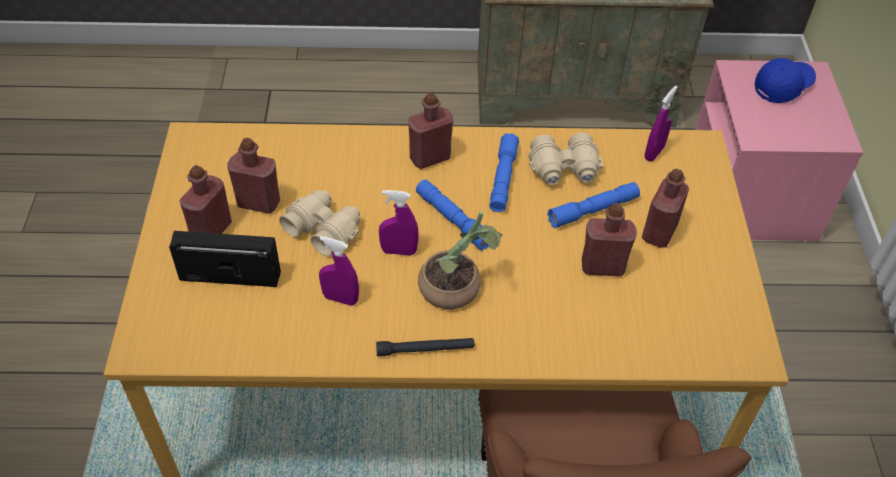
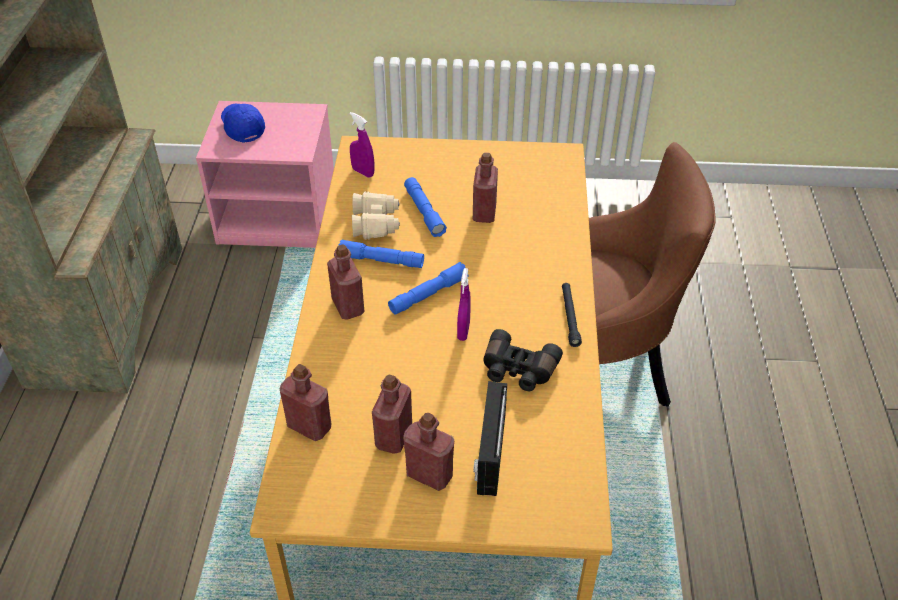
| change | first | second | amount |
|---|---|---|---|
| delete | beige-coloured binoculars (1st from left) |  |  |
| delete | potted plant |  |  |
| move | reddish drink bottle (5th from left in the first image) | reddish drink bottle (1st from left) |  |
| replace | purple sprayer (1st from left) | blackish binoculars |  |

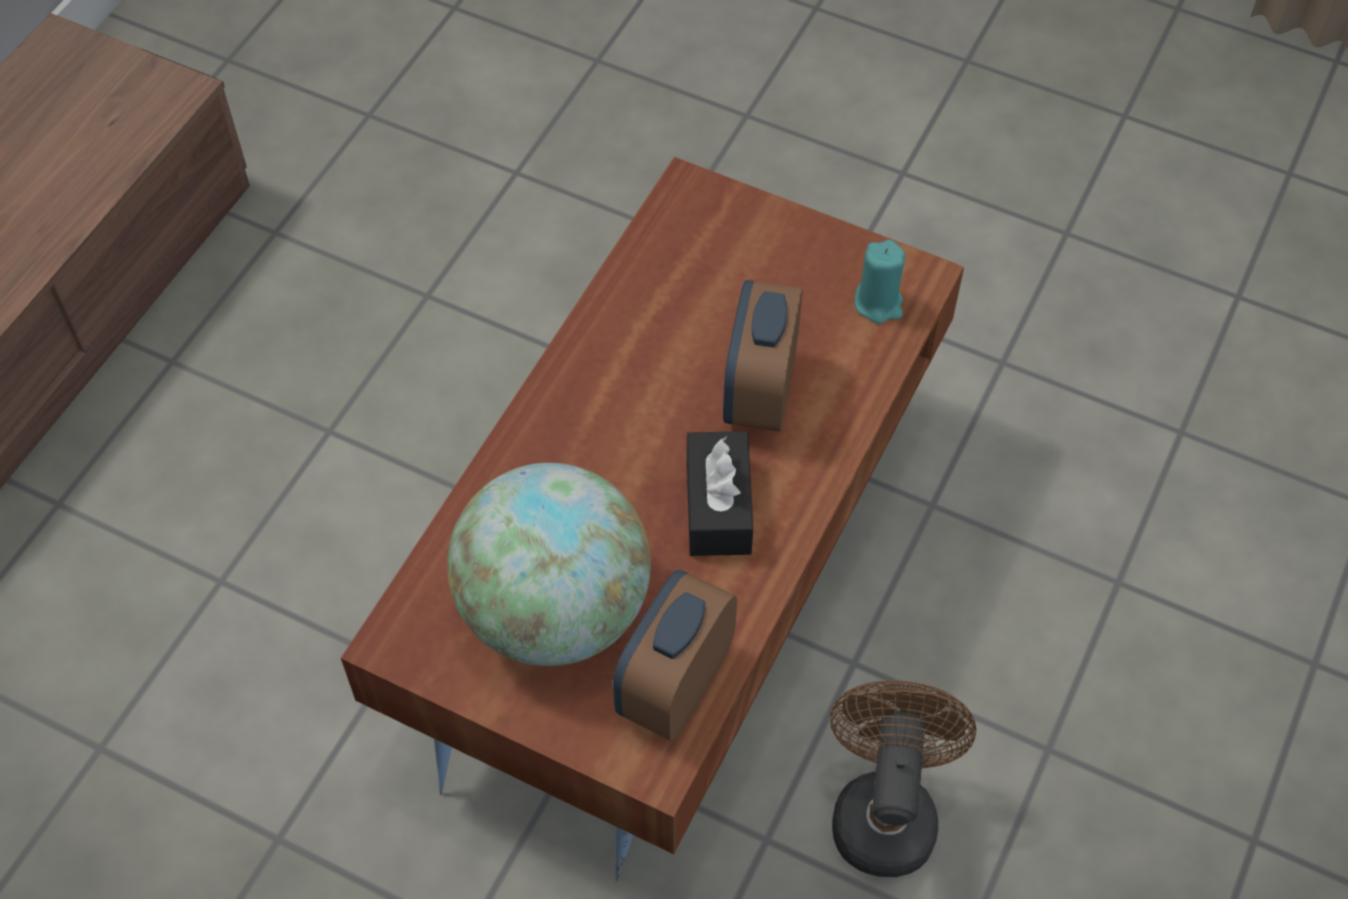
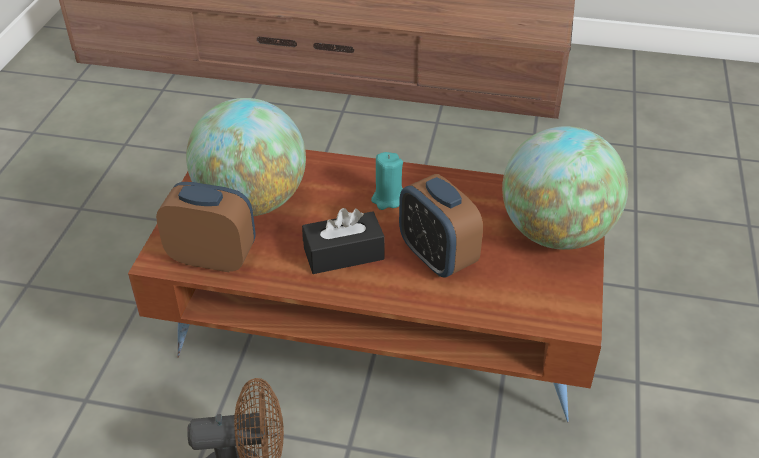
| change | first | second | amount |
|---|---|---|---|
| insert |  | globe (2nd from left) |  |
| move | turquoise wax light |  |  |
| rotate | table clock (2nd from left) |  | 120 degrees counterclockwise |

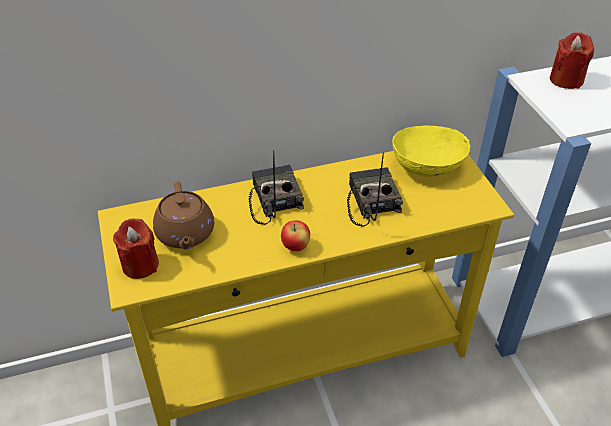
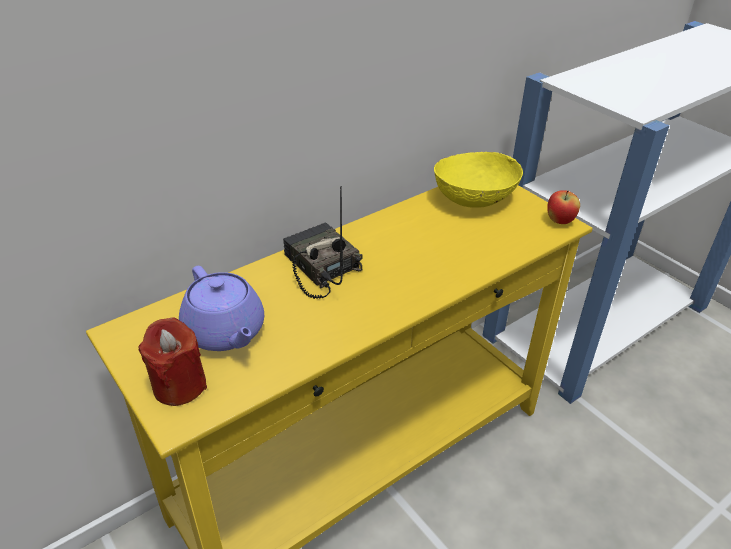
| change | first | second | amount |
|---|---|---|---|
| delete | radio set (2nd from left) |  |  |
| delete | reddish wax light (2nd from left) |  |  |
| move | whole apple |  |  |
| recolor | brown tea pot | purple tea pot |  |

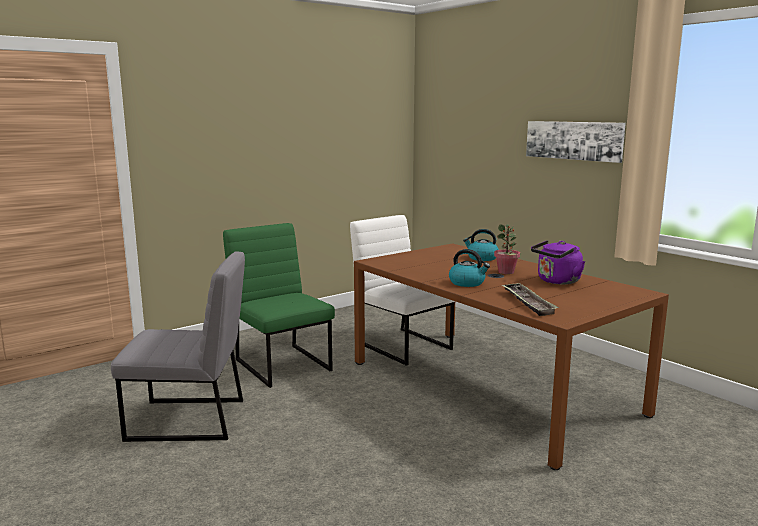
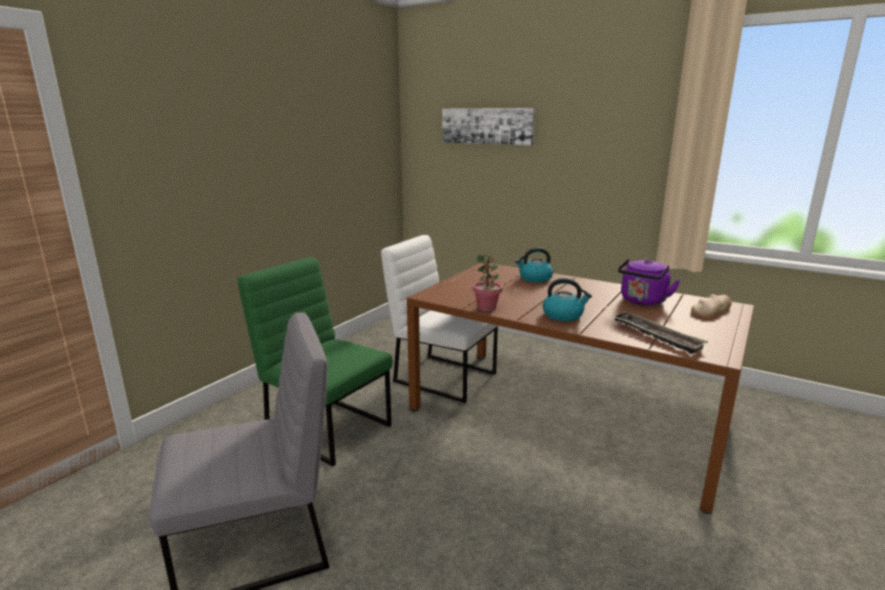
| change | first | second | amount |
|---|---|---|---|
| insert |  | baked bread |  |
| move | potted plant |  |  |
| move | picture |  |  |

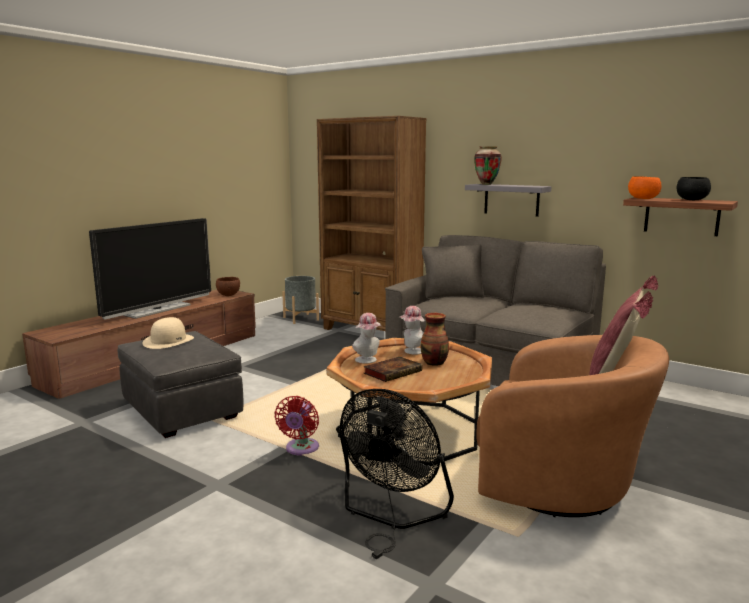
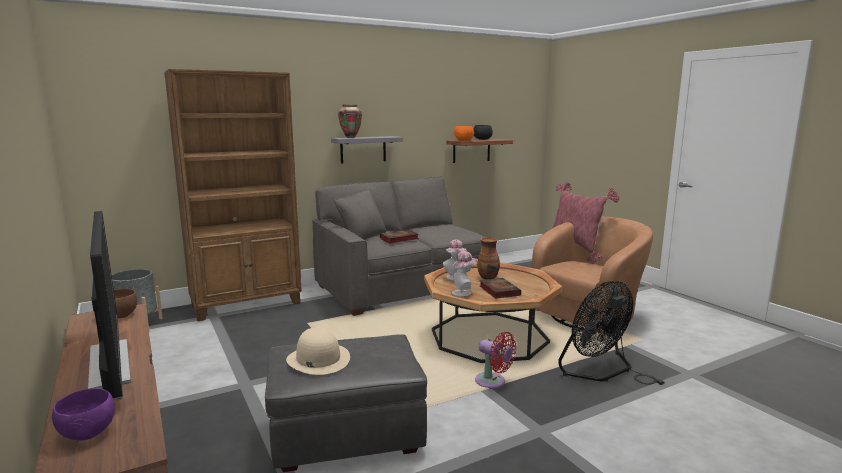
| change | first | second | amount |
|---|---|---|---|
| insert |  | purple bowl |  |
| insert |  | bound book (1st from left) |  |

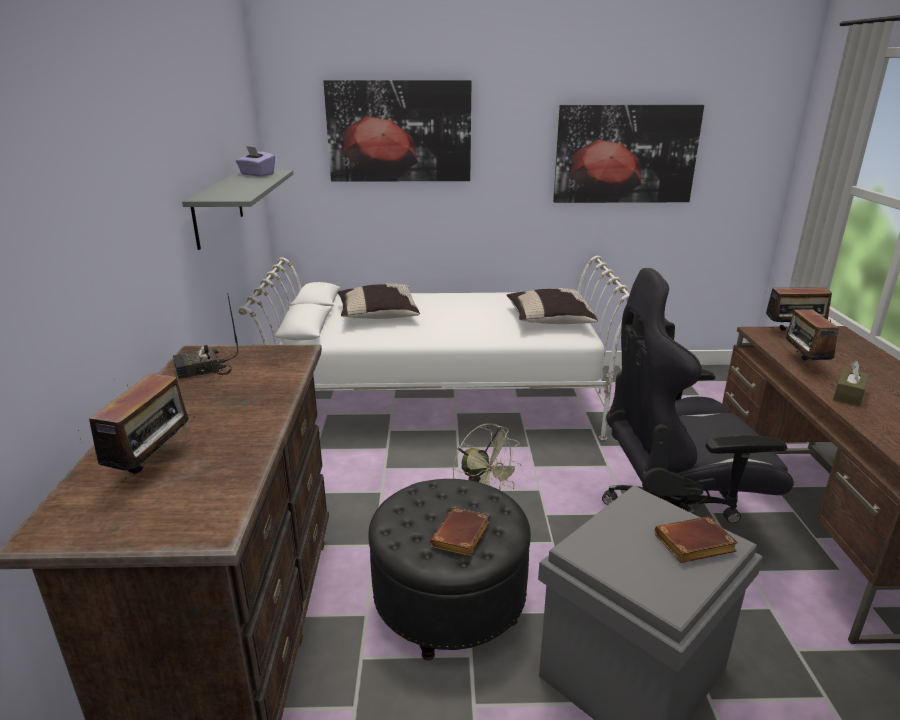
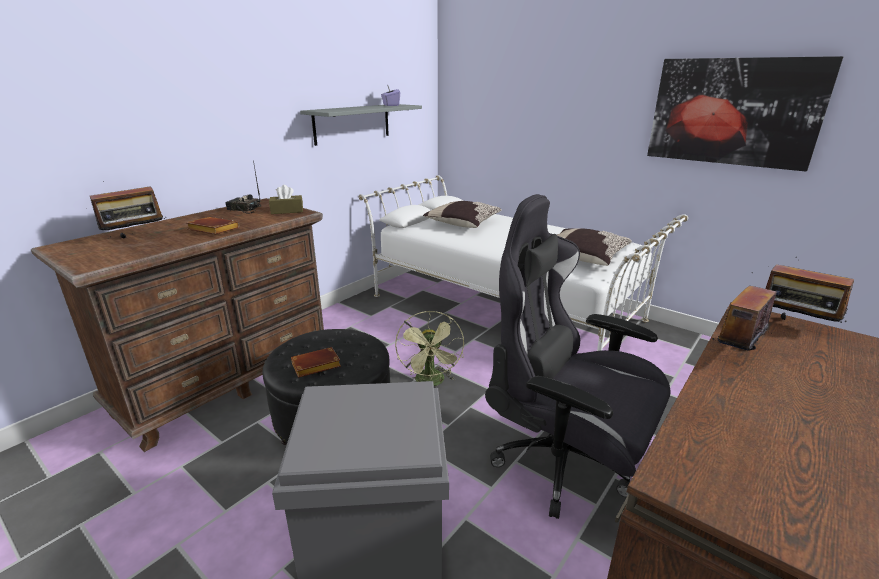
| change | first | second | amount |
|---|---|---|---|
| delete | picture (1st from left) |  |  |
| move | brown bound book (2nd from left in the first image) | brown bound book (1st from left) |  |
| move | brown tissue holder |  |  |

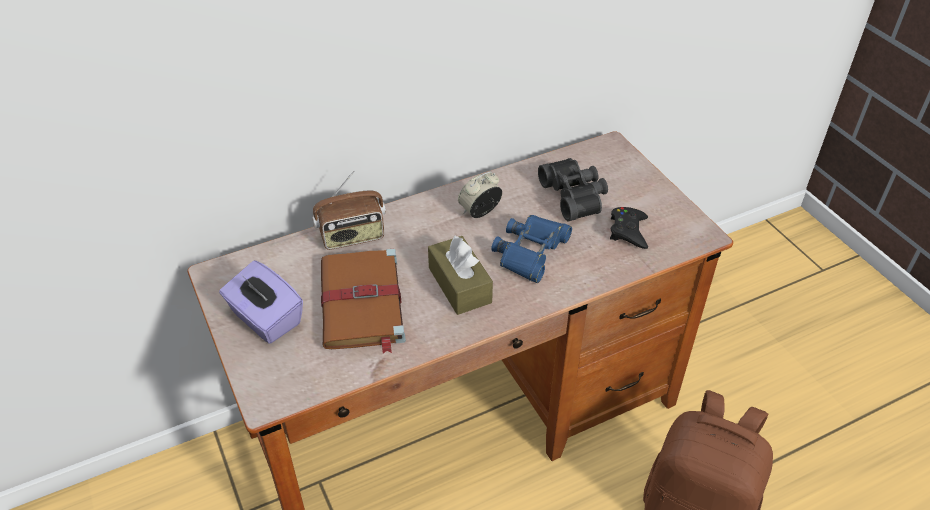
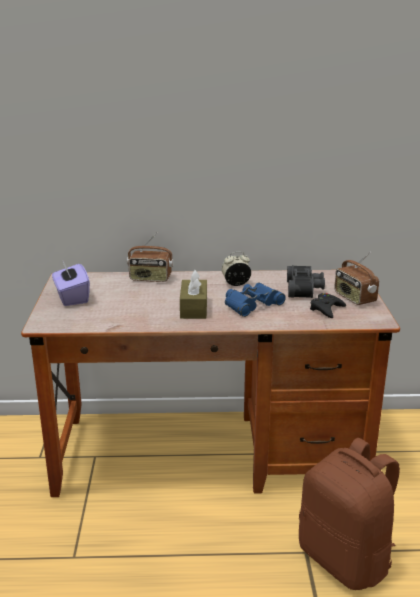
| change | first | second | amount |
|---|---|---|---|
| delete | brown bound book |  |  |
| insert |  | radio set (2nd from left) |  |

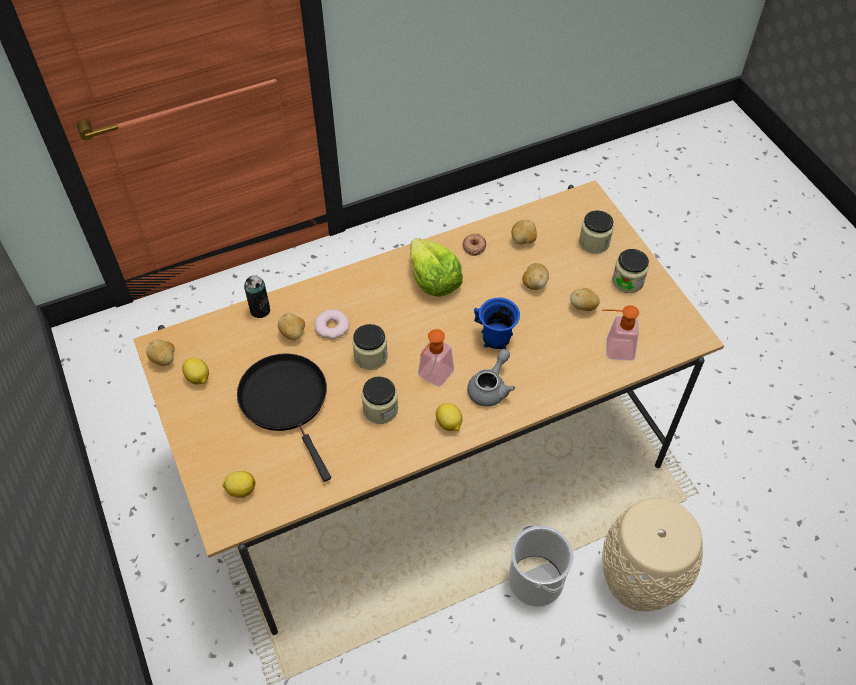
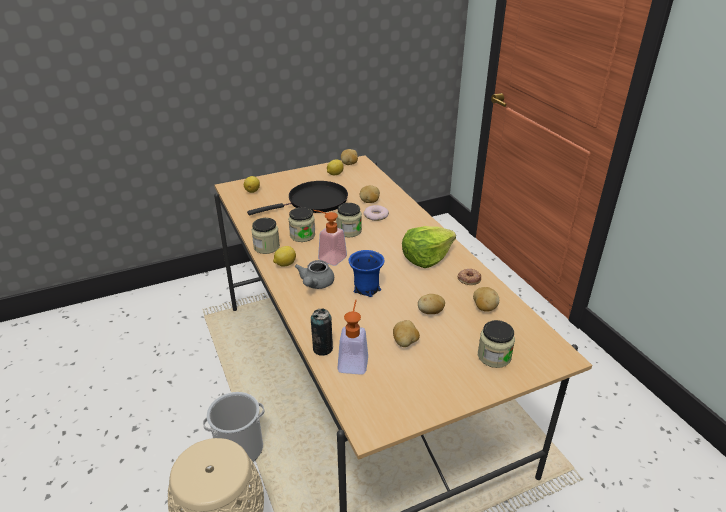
| change | first | second | amount |
|---|---|---|---|
| move | metal can |  |  |
| move | jar (4th from left in the first image) | jar (1st from left) |  |
| rotate | greyish tea pot |  | 75 degrees clockwise |

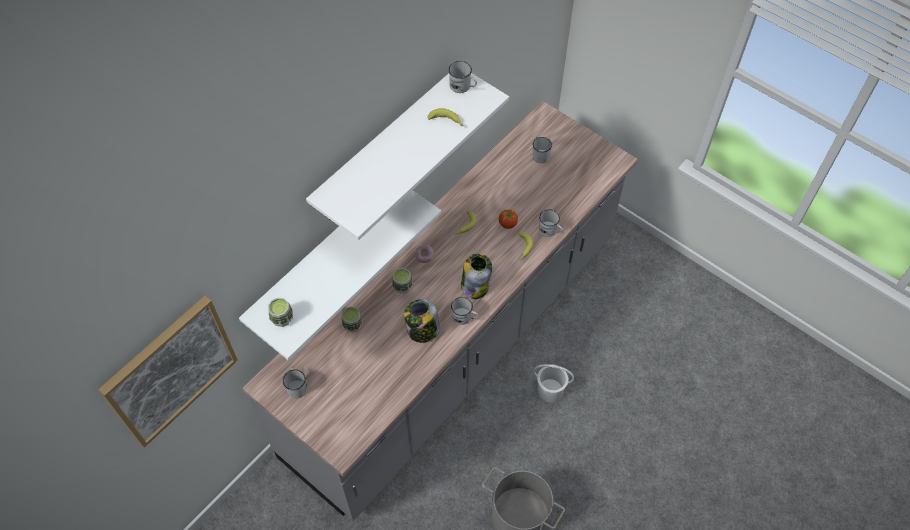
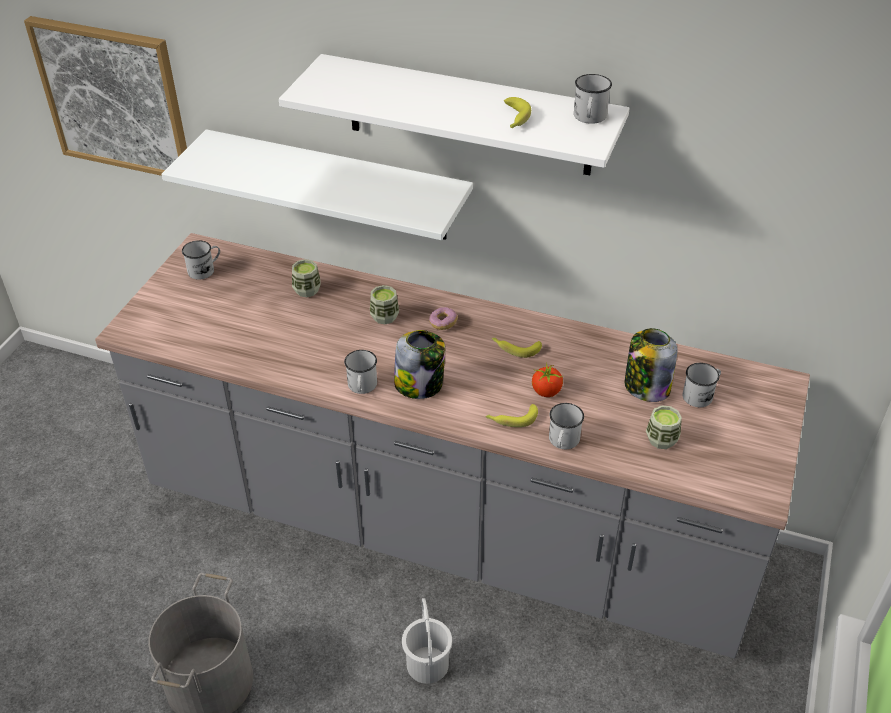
| change | first | second | amount |
|---|---|---|---|
| move | drinking cup (1st from left in the first image) | drinking cup (3rd from left) |  |
| move | jar (1st from left in the first image) | jar (2nd from left) |  |

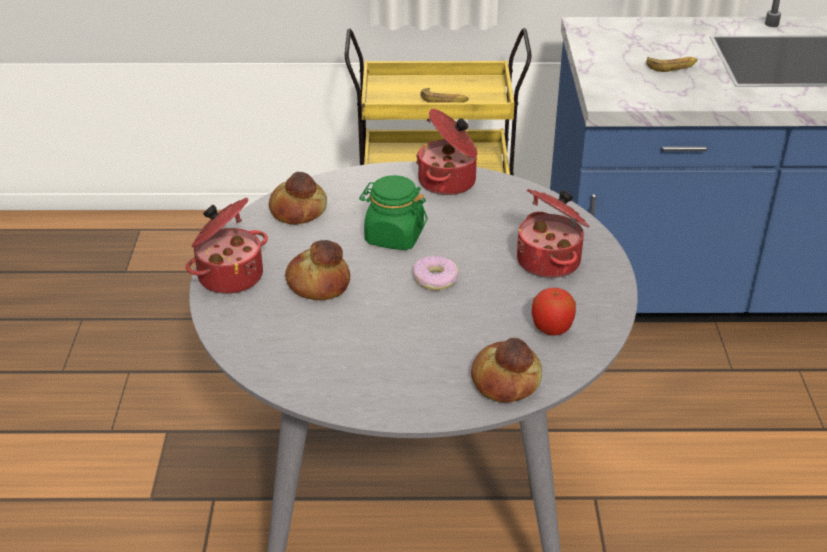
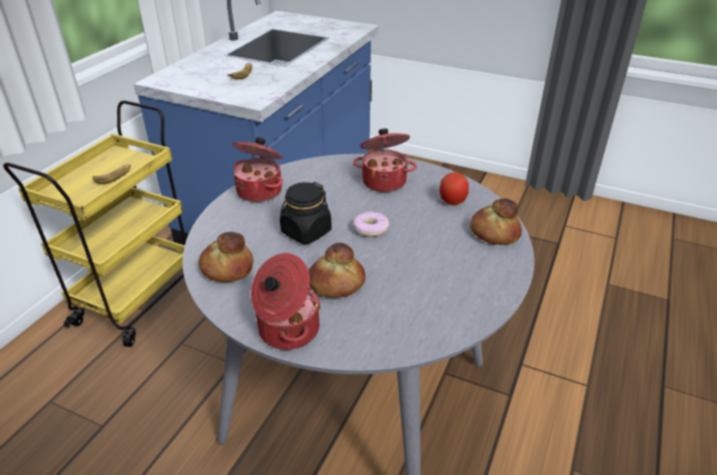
| change | first | second | amount |
|---|---|---|---|
| recolor | green jar | blackish jar |  |

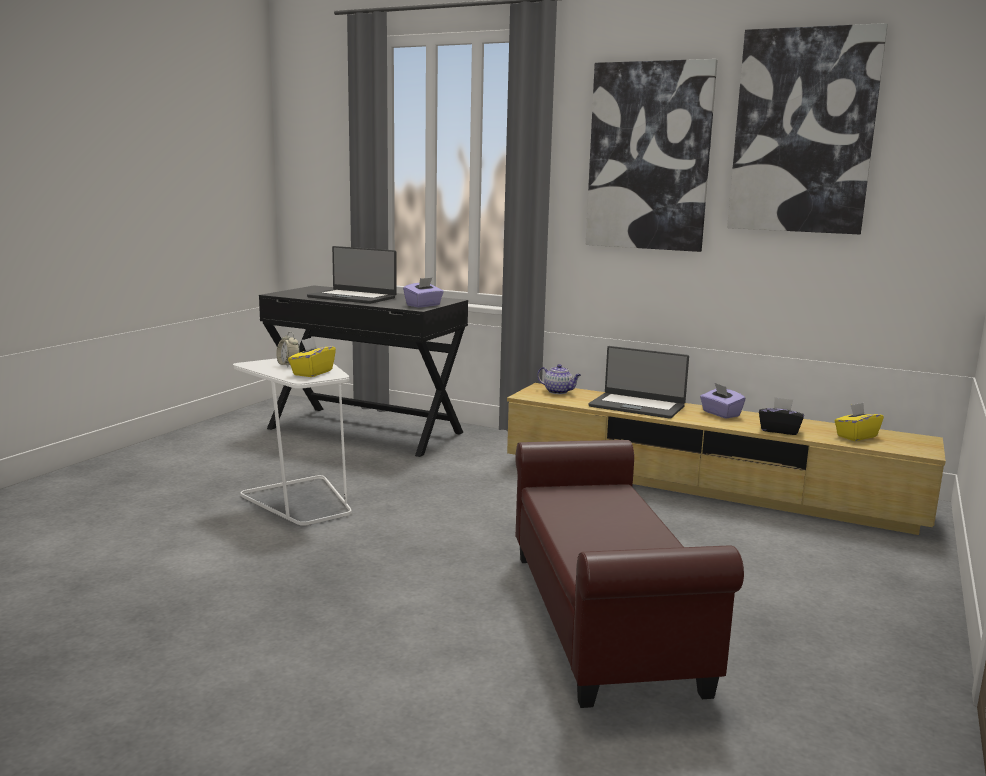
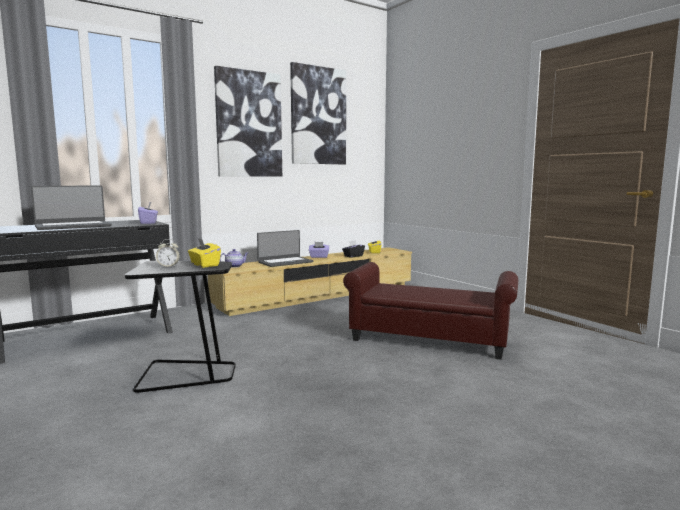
| change | first | second | amount |
|---|---|---|---|
| recolor | white-coloured end table | blackish end table |  |

